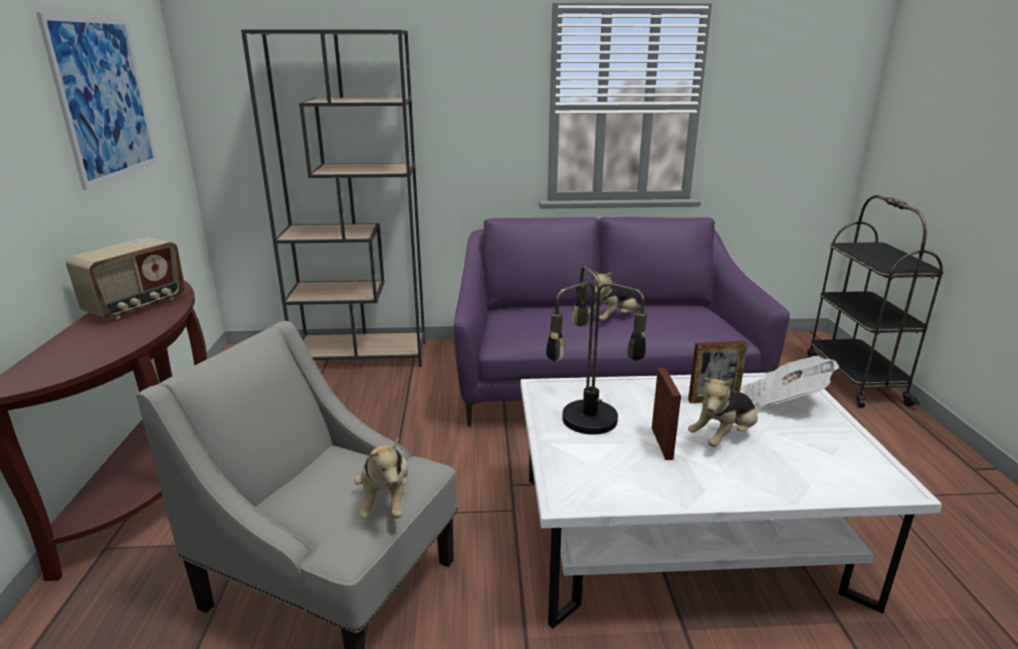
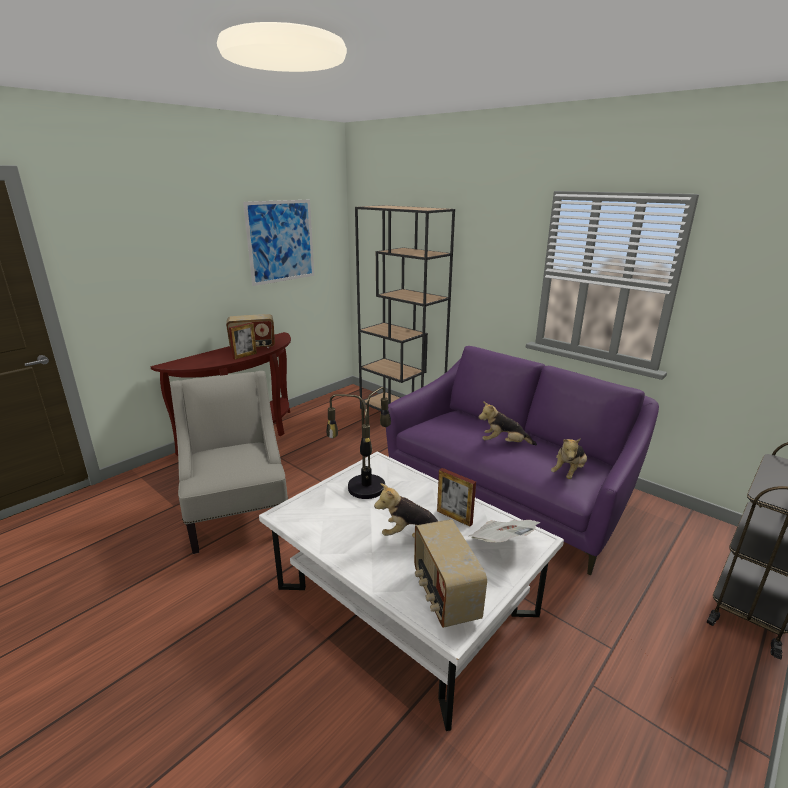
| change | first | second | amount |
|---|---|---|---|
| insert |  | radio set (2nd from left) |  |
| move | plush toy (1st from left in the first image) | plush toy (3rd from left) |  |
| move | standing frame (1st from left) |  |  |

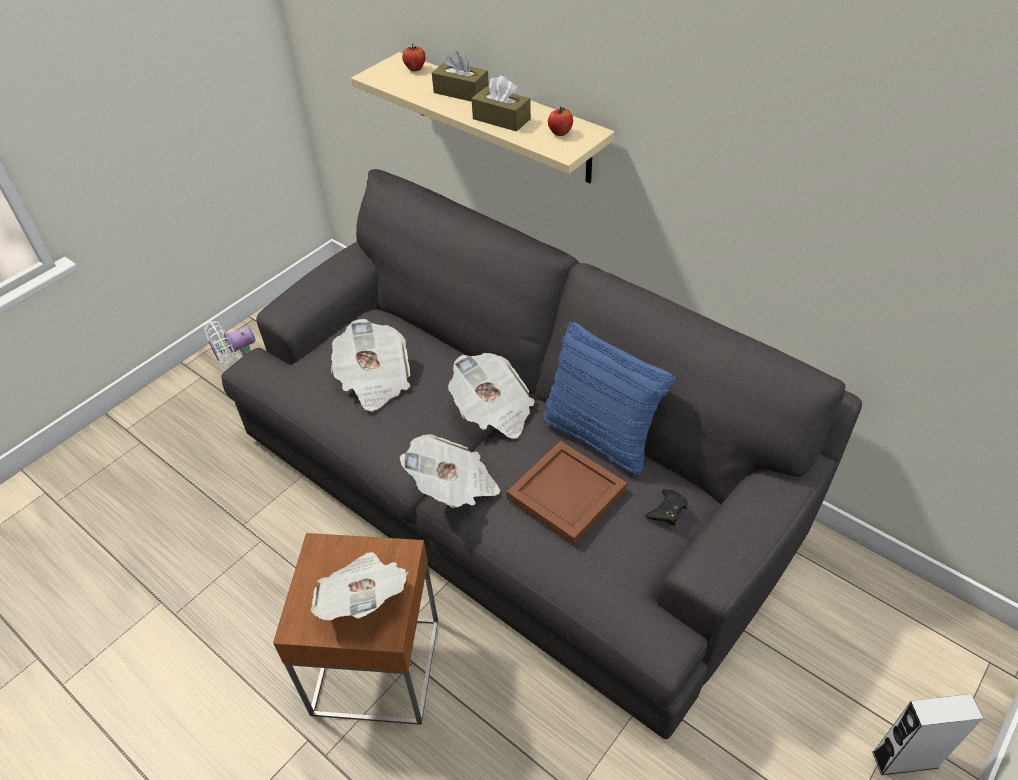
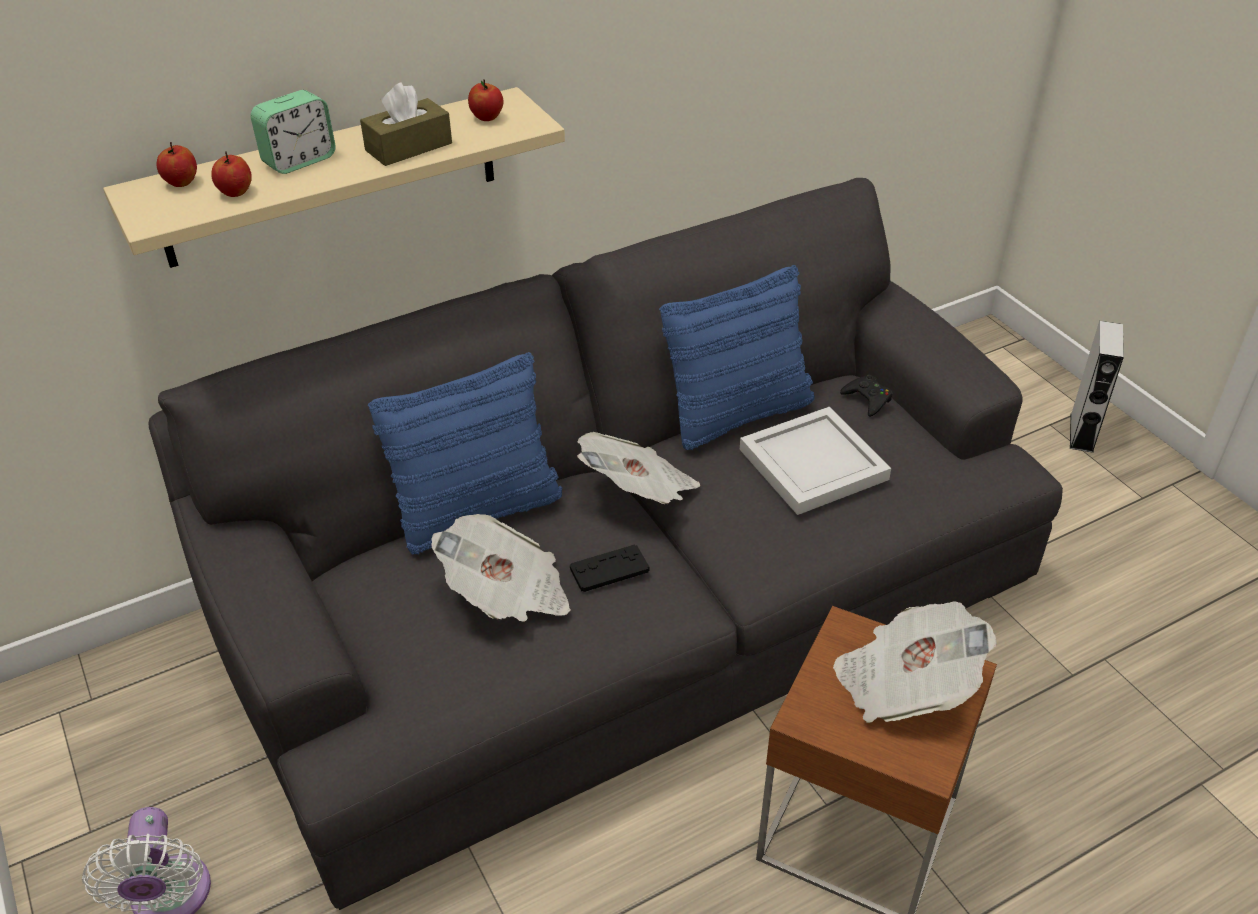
| change | first | second | amount |
|---|---|---|---|
| delete | daily paper (3rd from left) |  |  |
| insert |  | whole apple (2nd from left) |  |
| insert |  | blue-coloured pillow (1st from left) |  |
| insert |  | blackish joypad (1st from left) |  |
| replace | brown tissue holder (1st from left) | table clock |  |
| recolor | brown serving tray | white-coloured serving tray |  |

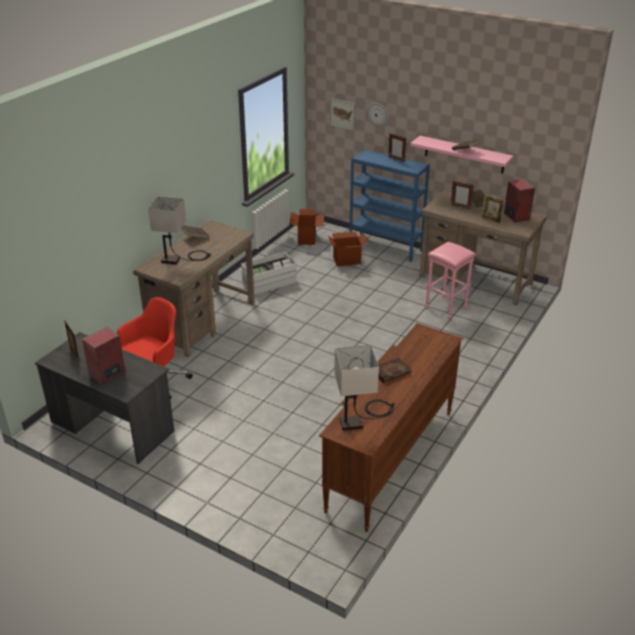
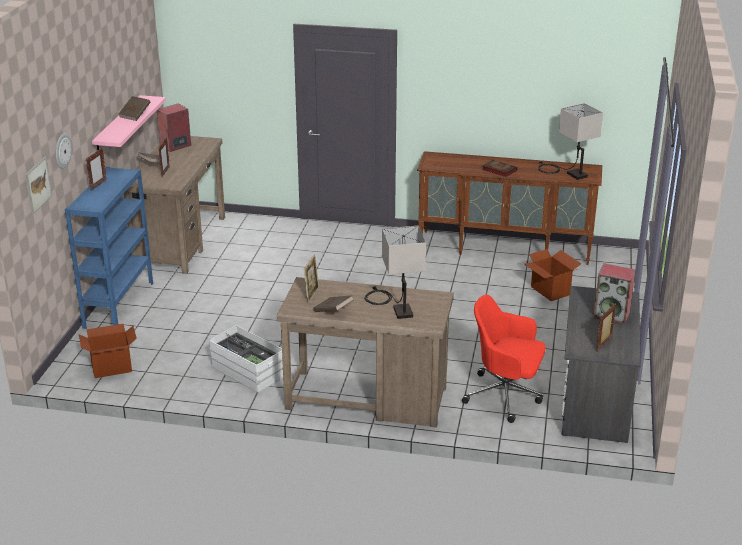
| change | first | second | amount |
|---|---|---|---|
| delete | pink stool seat |  |  |
| move | packing box (2nd from left) |  |  |
| move | standing frame (4th from left in the first image) | standing frame (3rd from left) |  |

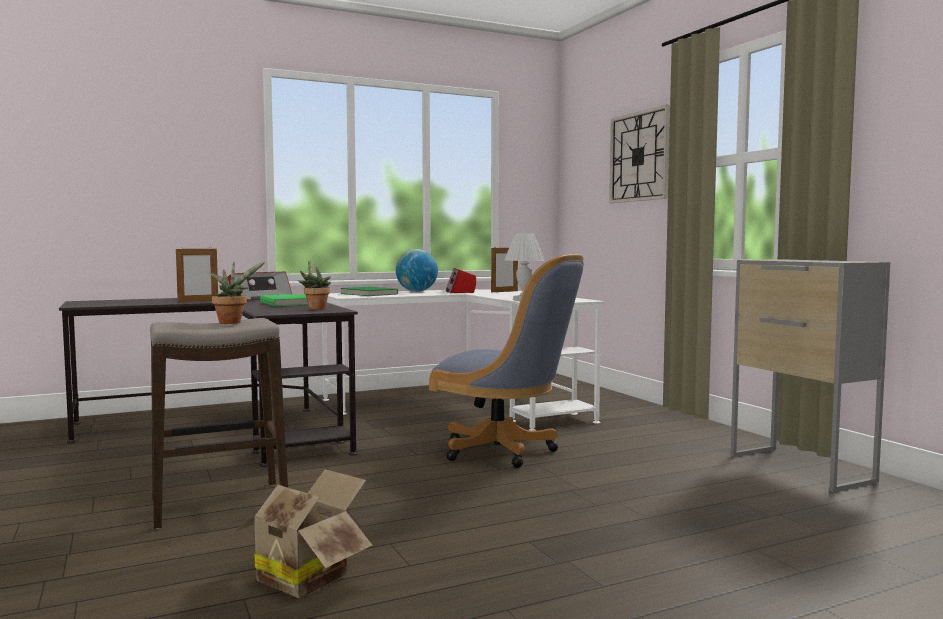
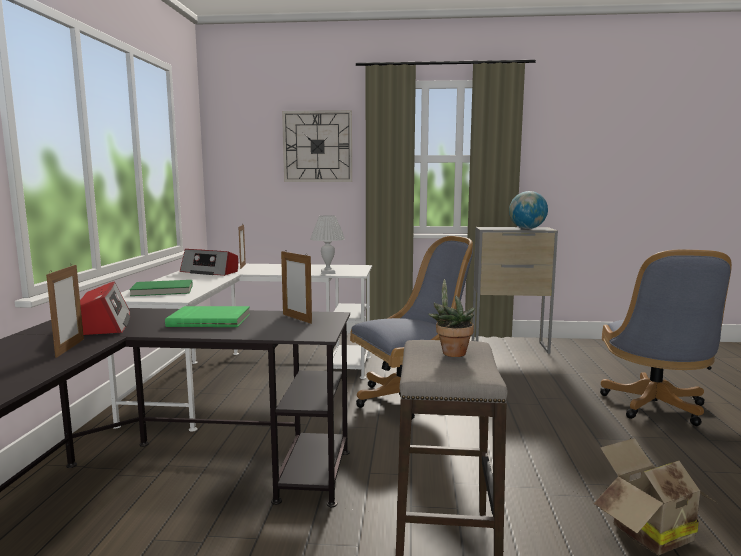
| change | first | second | amount |
|---|---|---|---|
| insert |  | blue-coloured computer chair (2nd from left) |  |
| move | globe |  |  |
| replace | potted plant (2nd from left) | standing frame (3rd from left) |  |

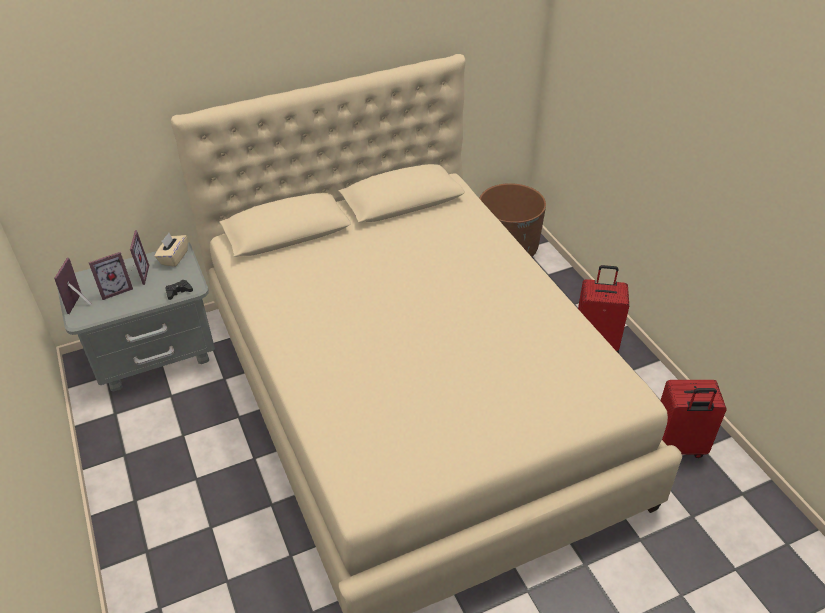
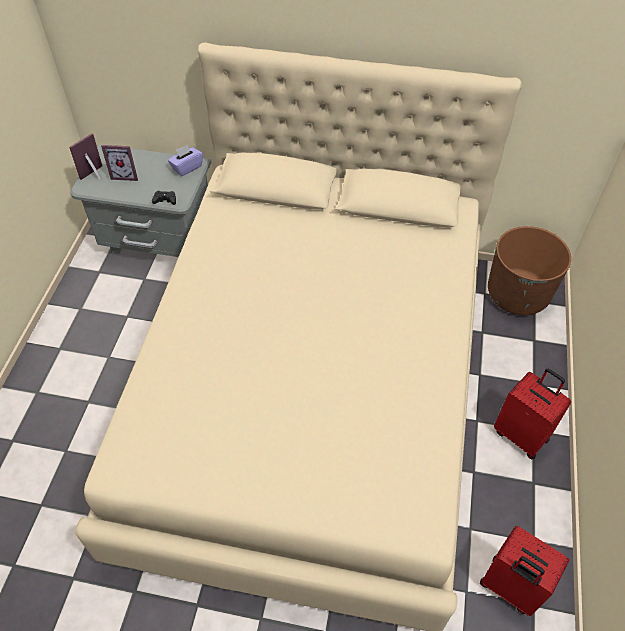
| change | first | second | amount |
|---|---|---|---|
| delete | standing frame (3rd from left) |  |  |
| recolor | beige-coloured tissue holder | purple tissue holder |  |

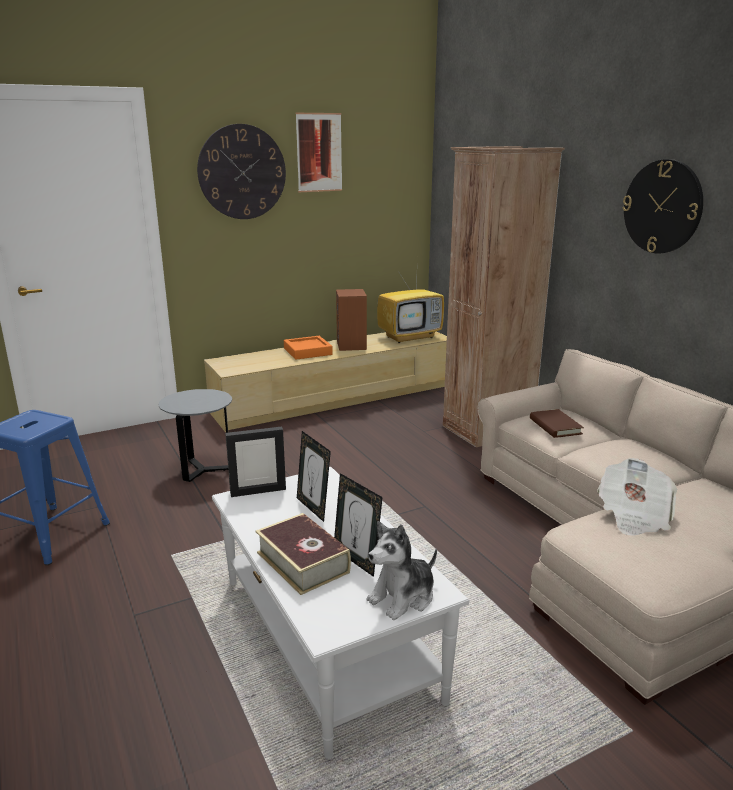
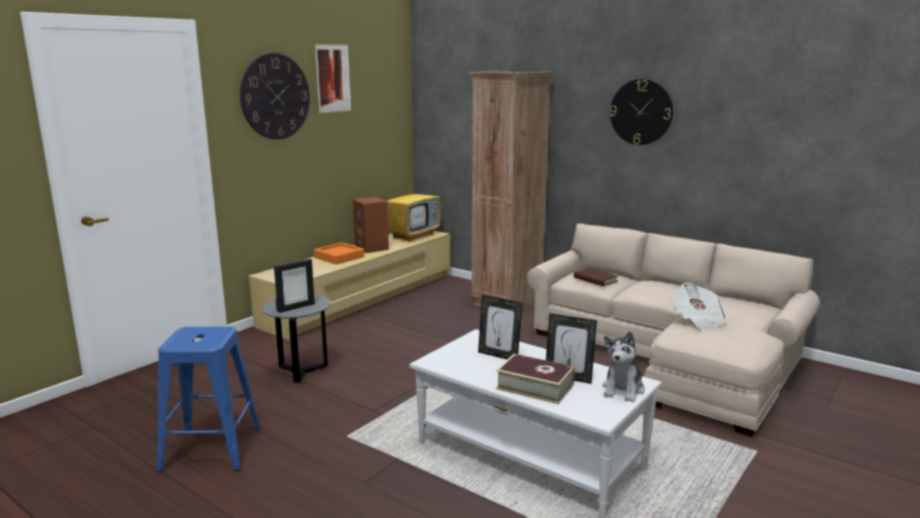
| change | first | second | amount |
|---|---|---|---|
| move | standing frame (1st from left) |  |  |

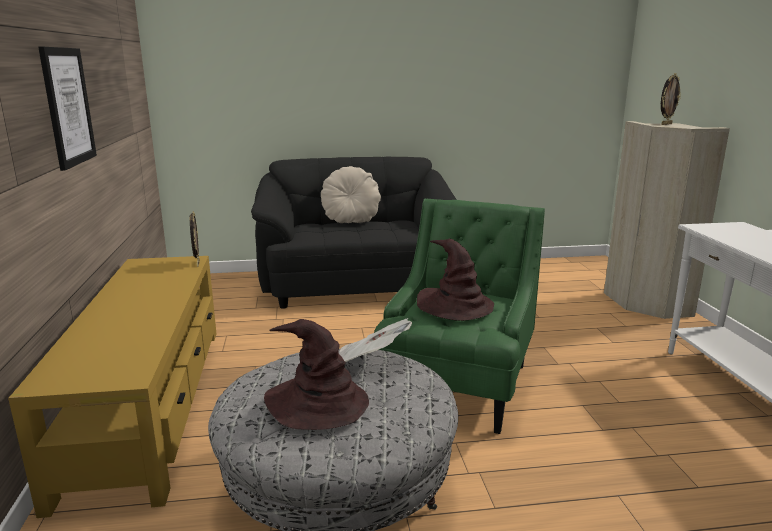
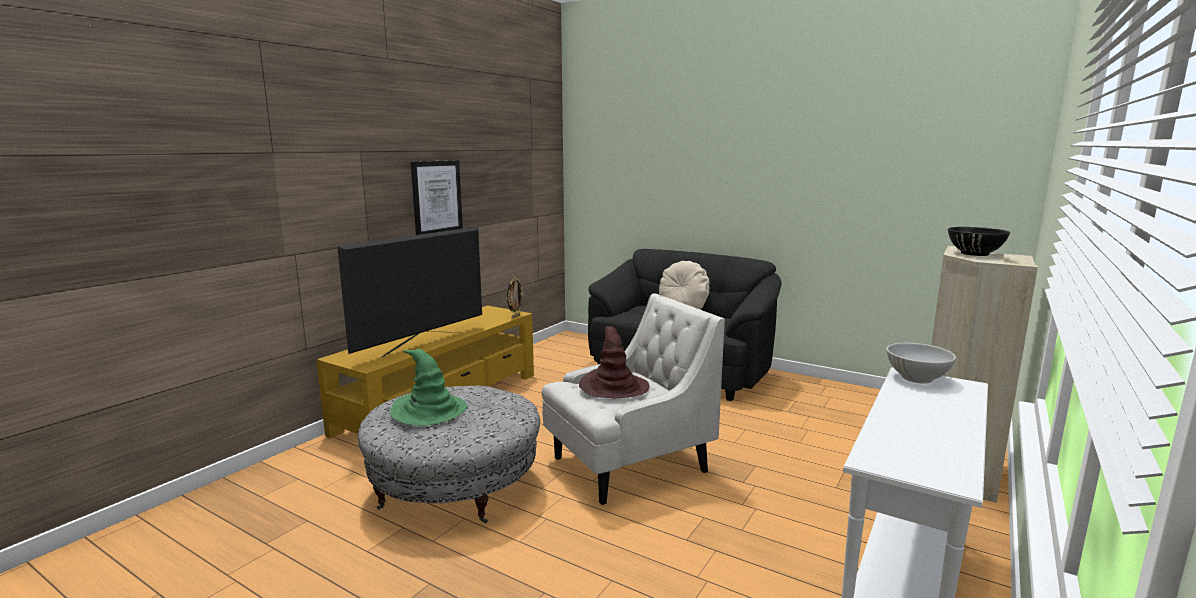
| change | first | second | amount |
|---|---|---|---|
| delete | daily paper |  |  |
| insert |  | TV |  |
| insert |  | white-coloured bowl |  |
| replace | standing frame (2nd from left) | blackish bowl |  |
| recolor | brown wearable hat (1st from left) | green wearable hat |  |
| recolor | green armchair | white-coloured armchair |  |

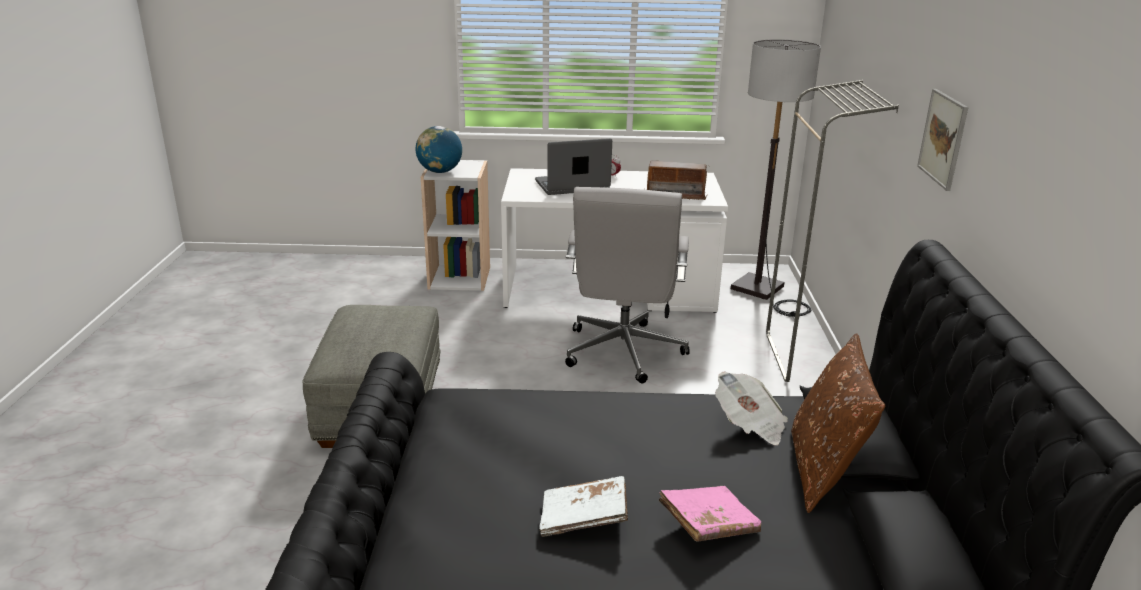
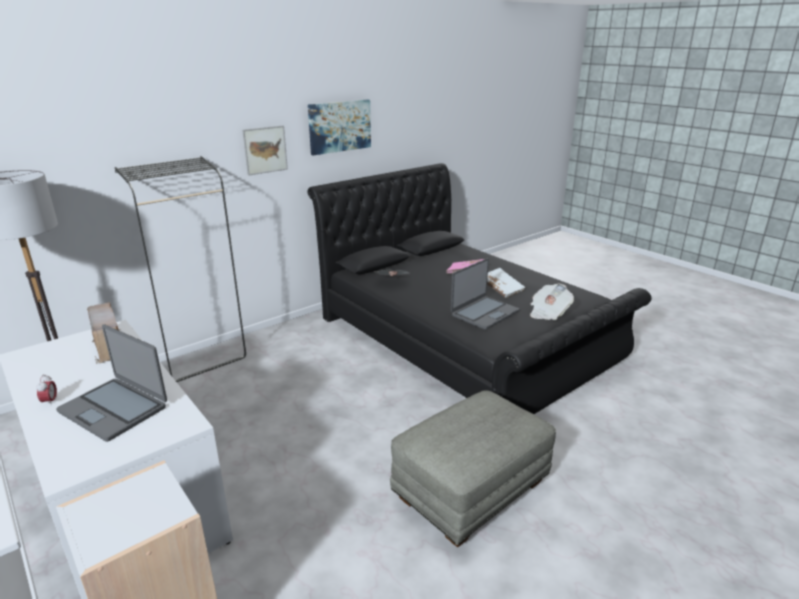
| change | first | second | amount |
|---|---|---|---|
| delete | globe |  |  |
| delete | greyish computer chair |  |  |
| delete | brown pillow |  |  |
| insert |  | picture (2nd from left) |  |
| insert |  | laptop (2nd from left) |  |
| insert |  | daily paper (2nd from left) |  |

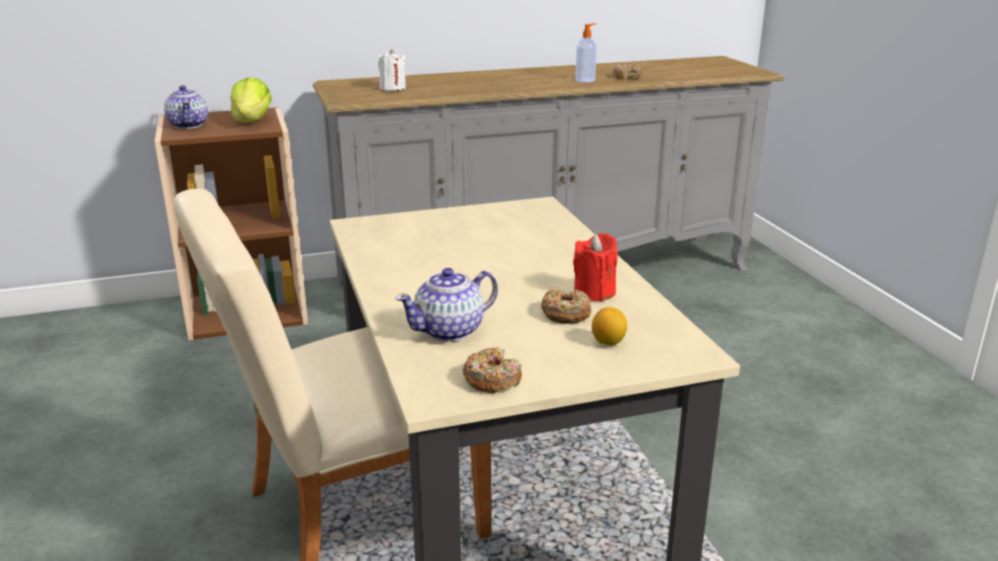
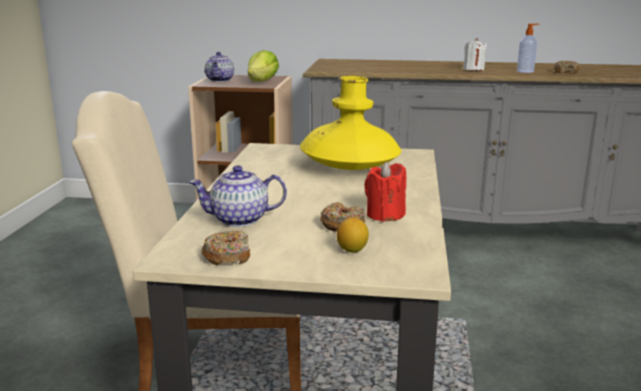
| change | first | second | amount |
|---|---|---|---|
| insert |  | yellowish vase |  |
| move | white-coloured wax light |  |  |

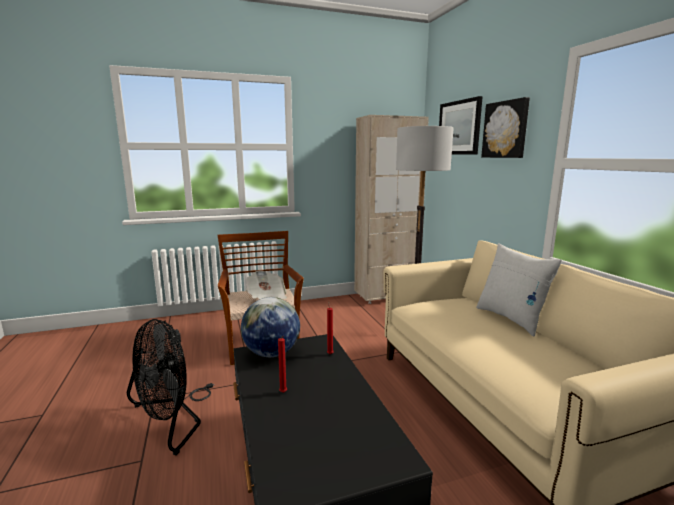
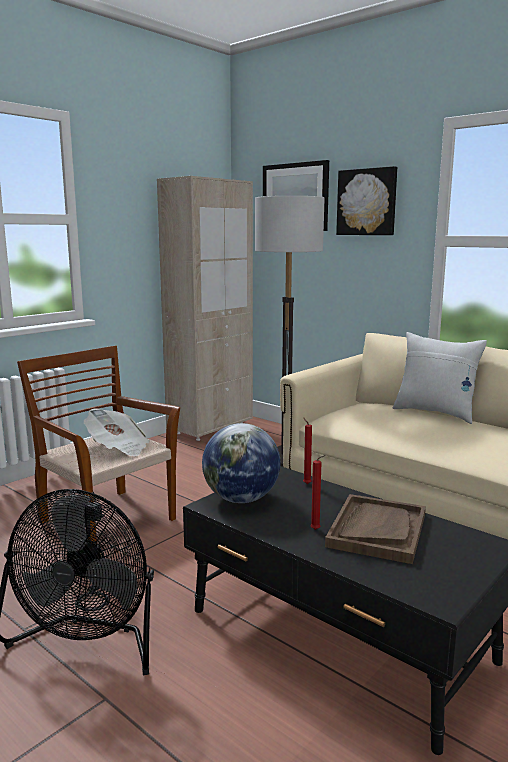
| change | first | second | amount |
|---|---|---|---|
| insert |  | brown serving tray |  |

